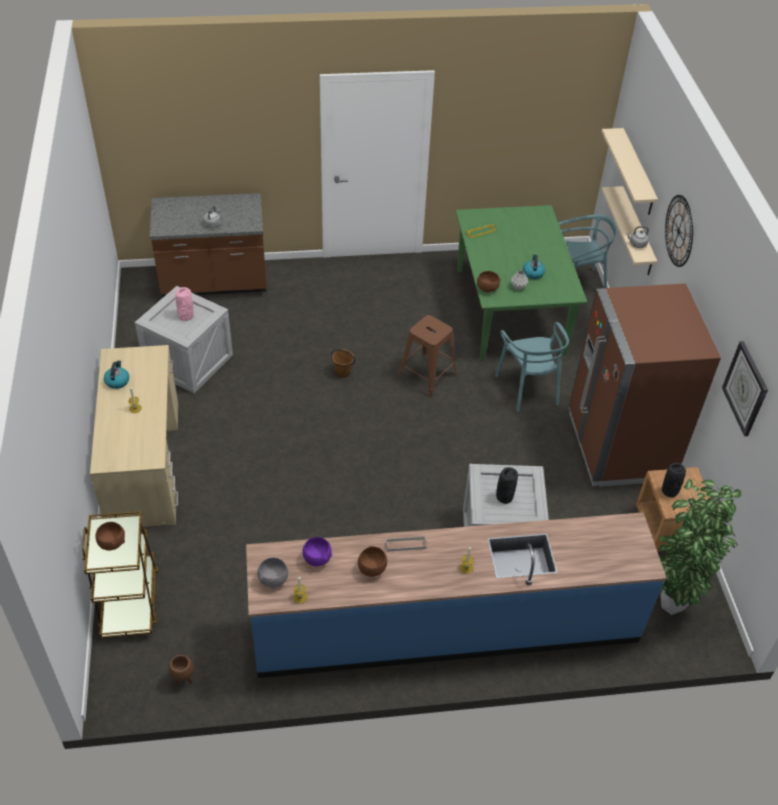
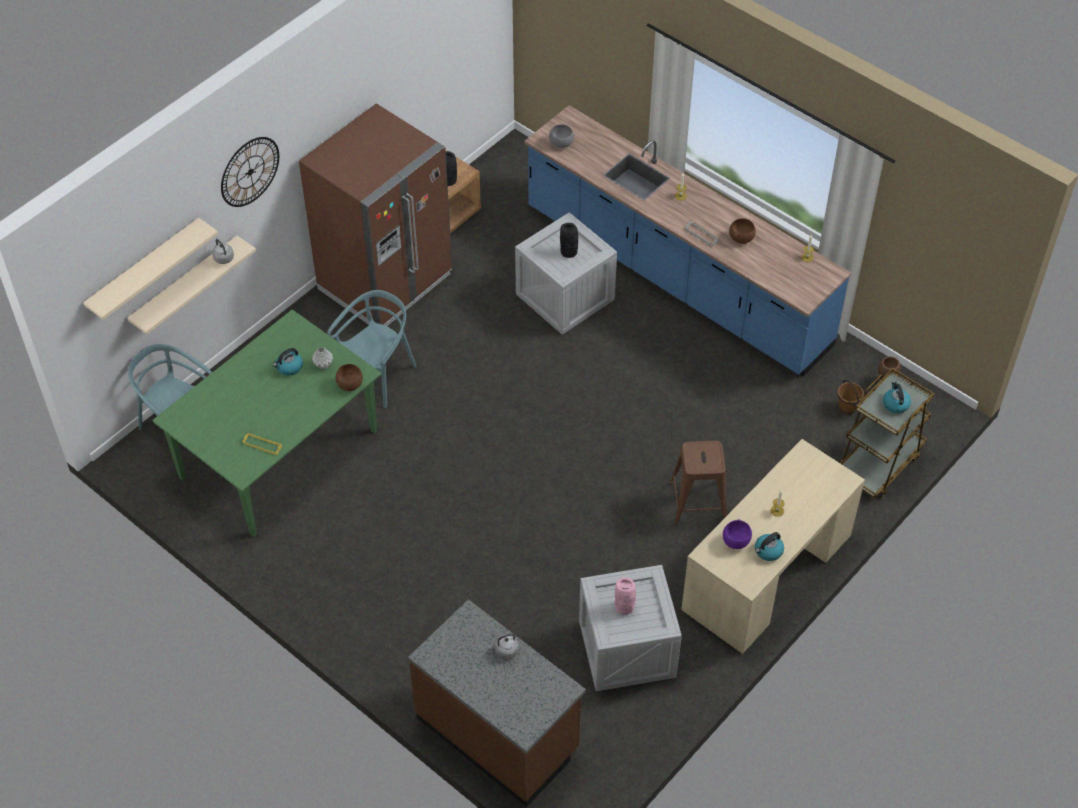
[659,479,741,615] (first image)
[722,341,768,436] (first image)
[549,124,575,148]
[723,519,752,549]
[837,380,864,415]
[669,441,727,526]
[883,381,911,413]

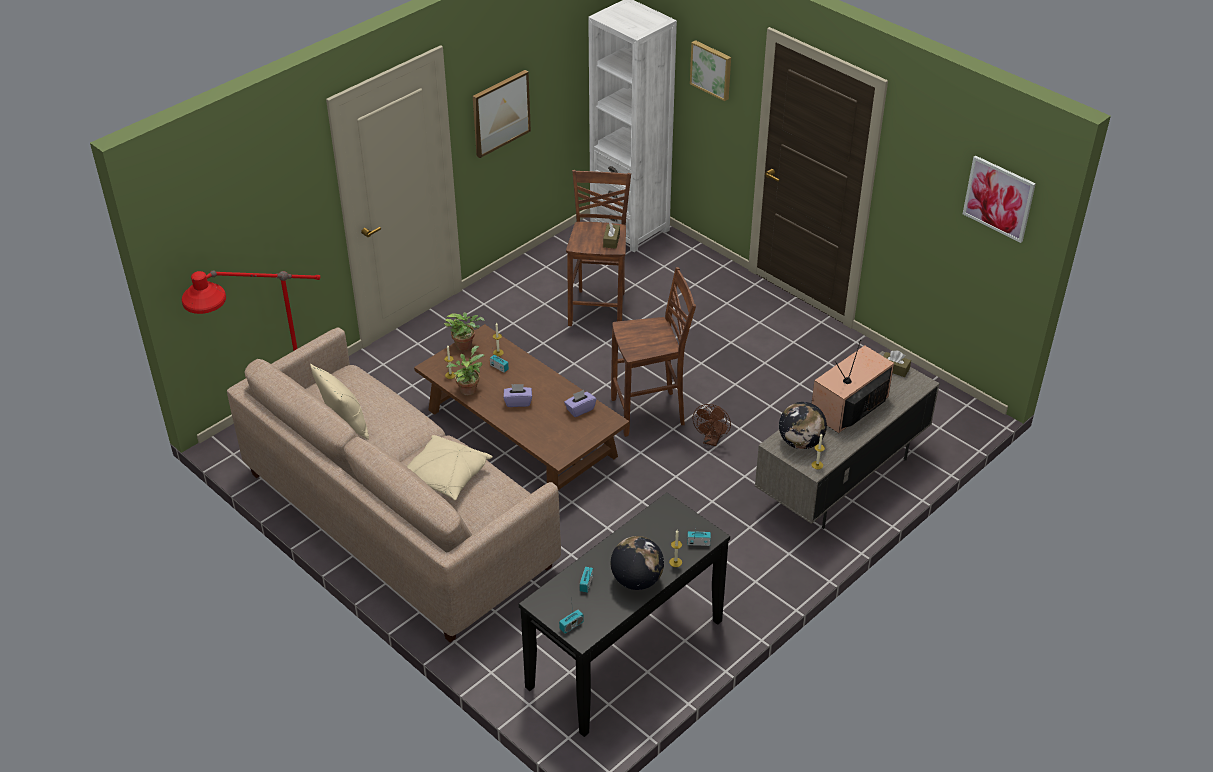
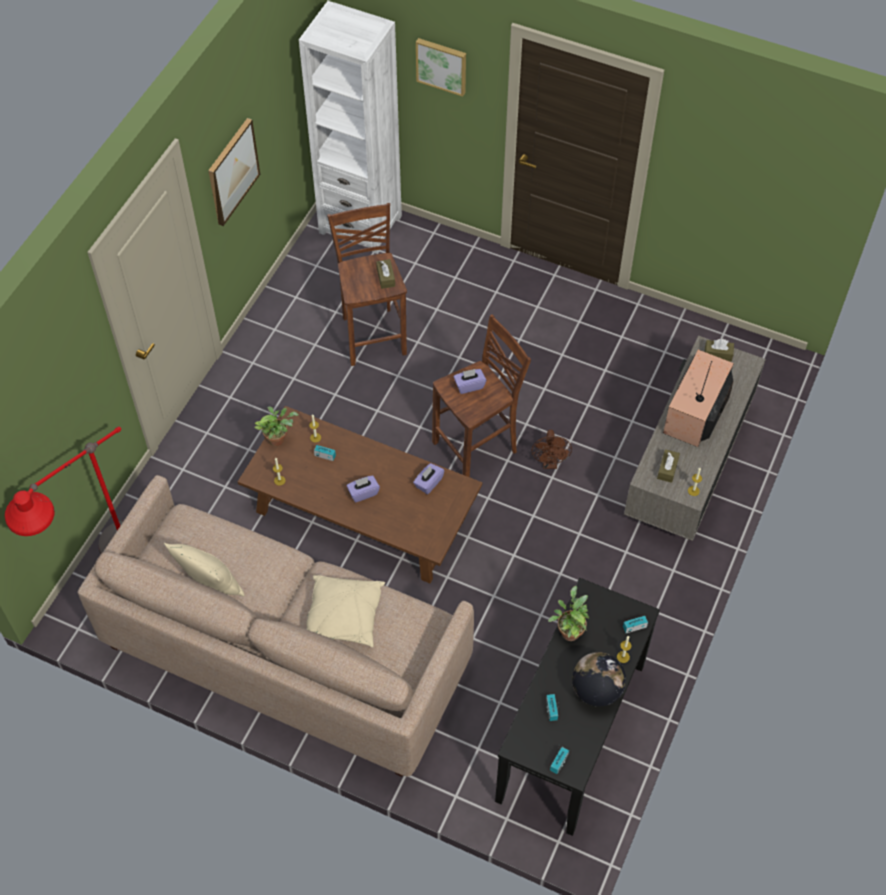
[963,155,1036,243] (first image)
[454,369,486,394]
[548,586,589,641]
[657,449,680,483]

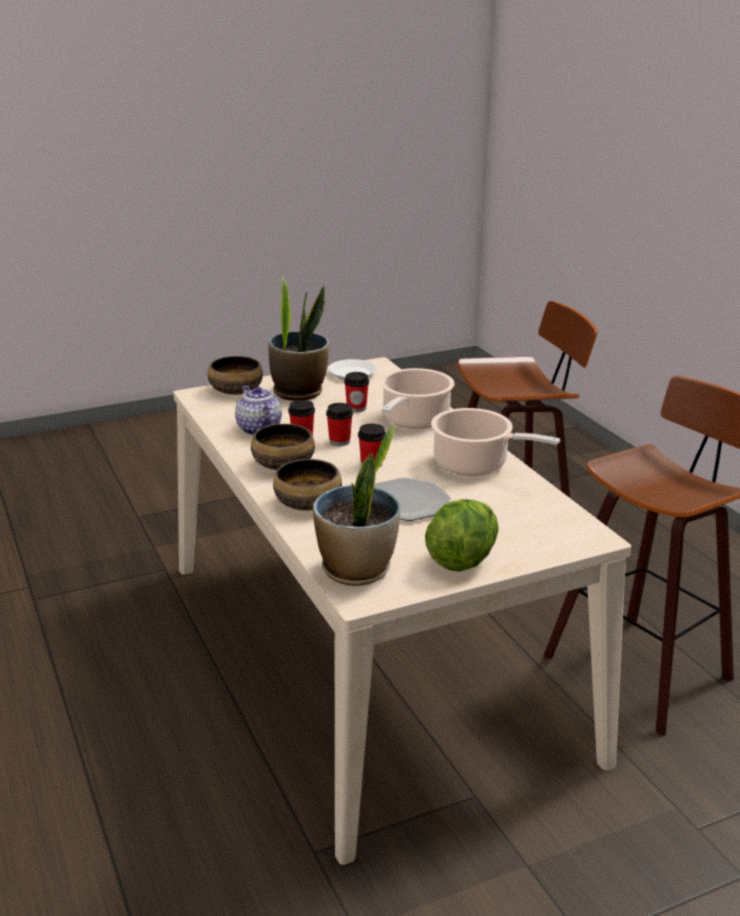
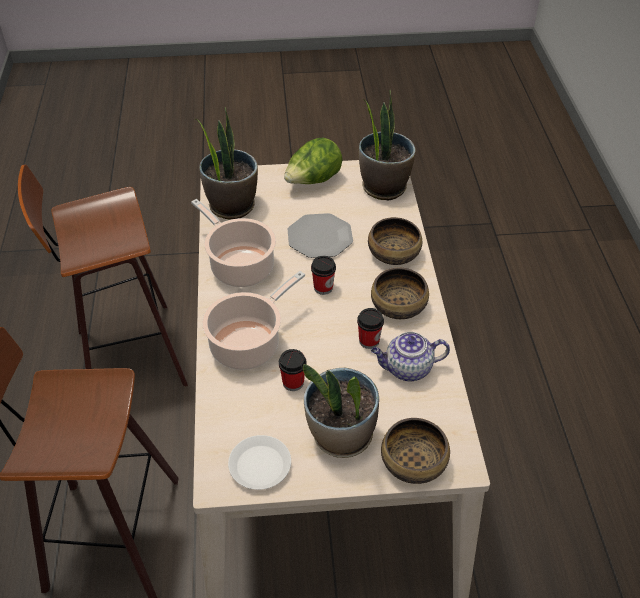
[326,403,353,446] (first image)
[196,107,258,219]
[371,332,450,382]

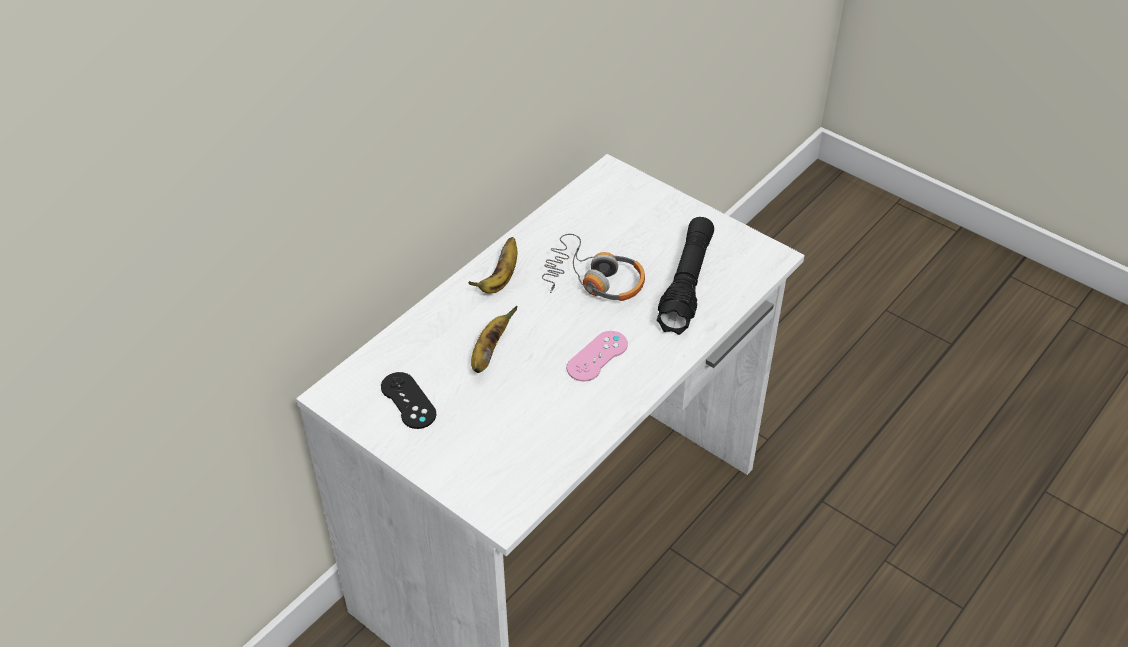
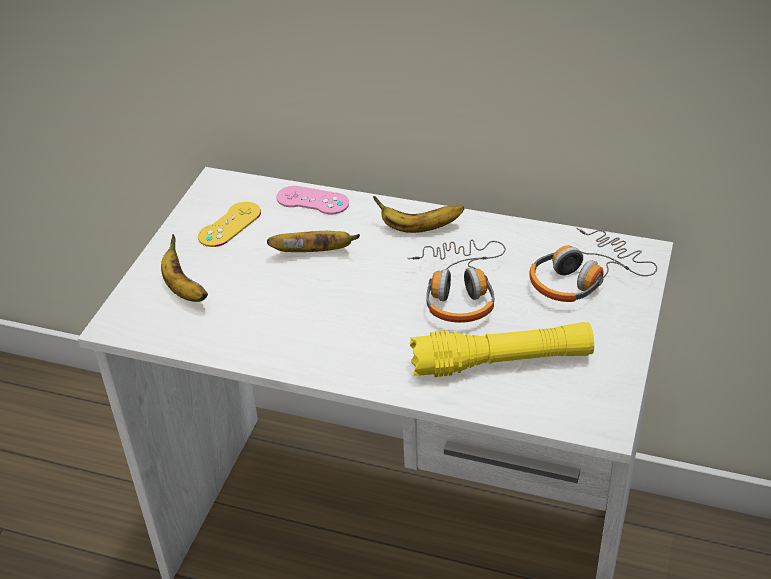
[161,234,208,302]
[529,228,657,302]
[276,186,349,215]
[198,202,261,247]
[410,322,594,377]

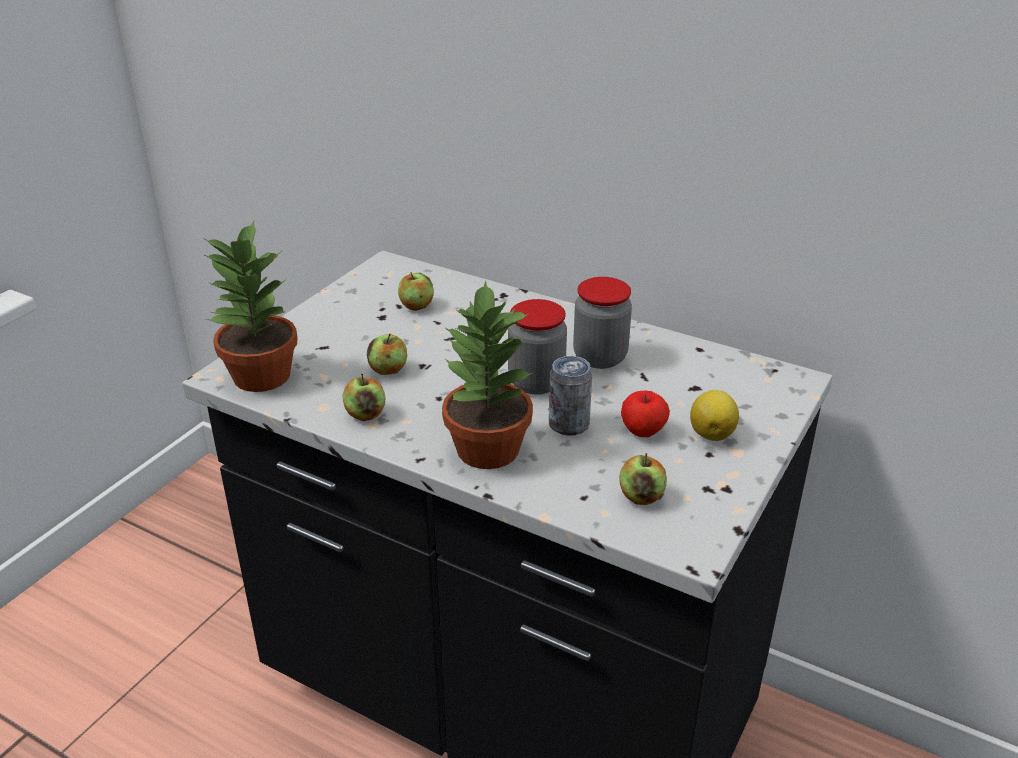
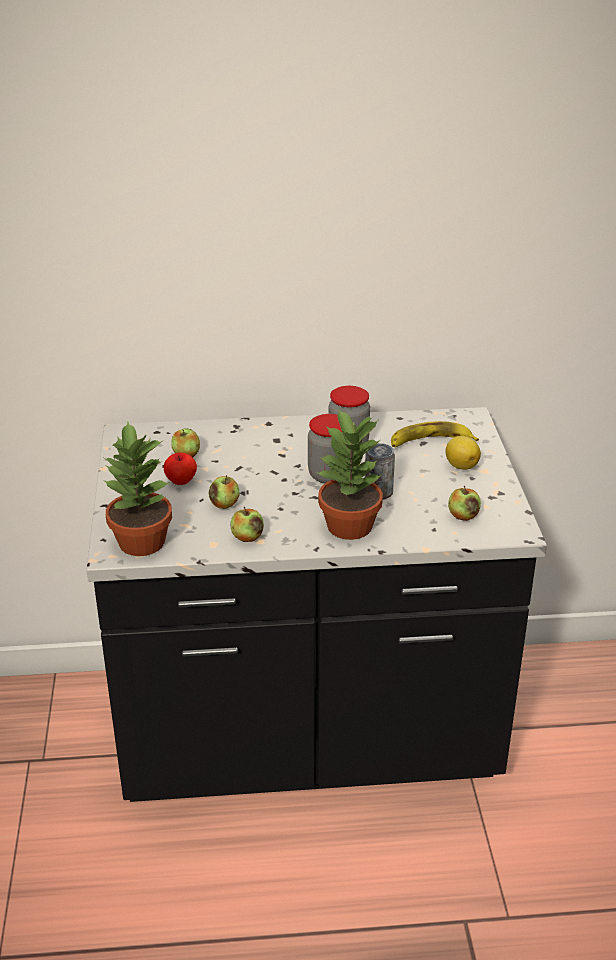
[391,421,479,447]
[164,453,197,485]

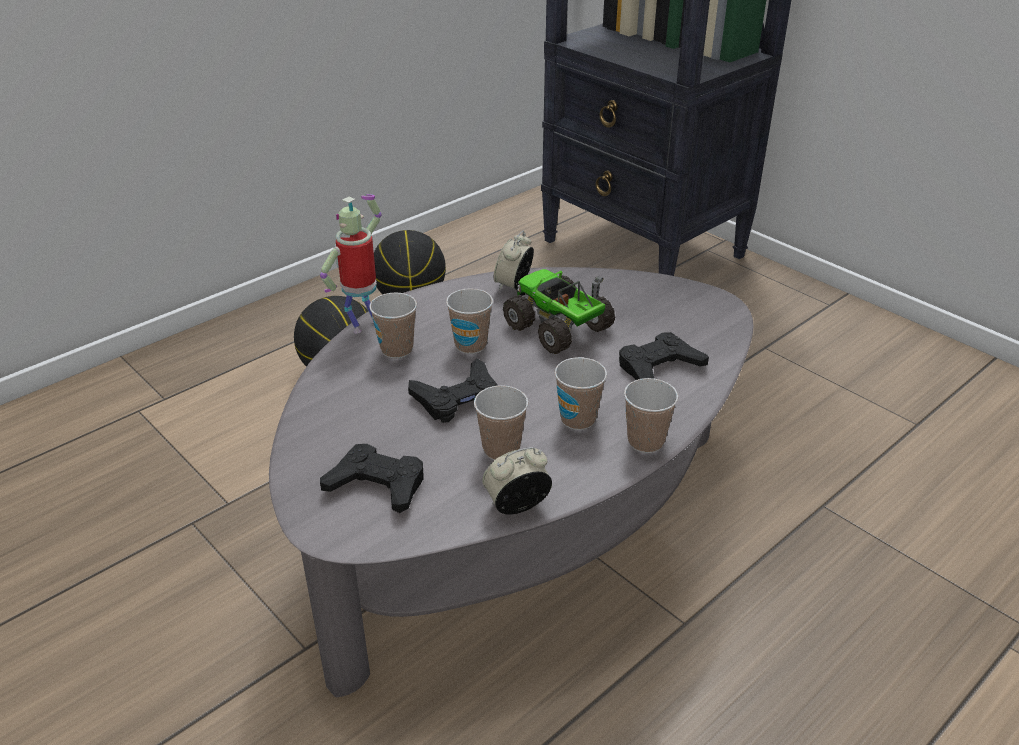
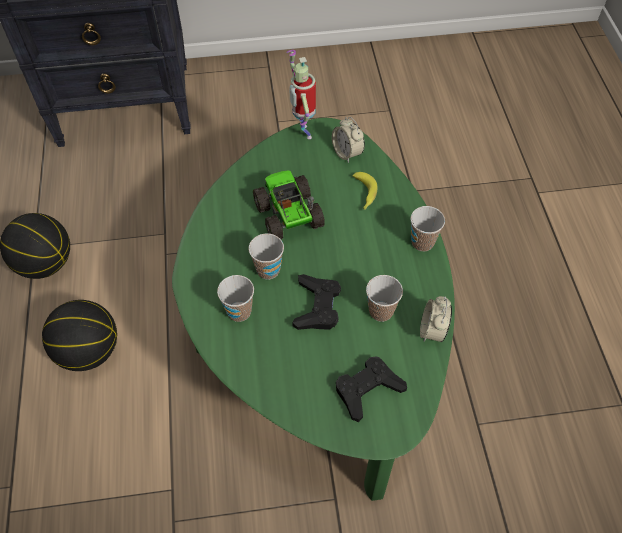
[555,357,607,430] (first image)
[286,50,316,139]
[332,117,365,163]
[352,172,377,210]
[172,118,455,501]
[253,171,325,239]

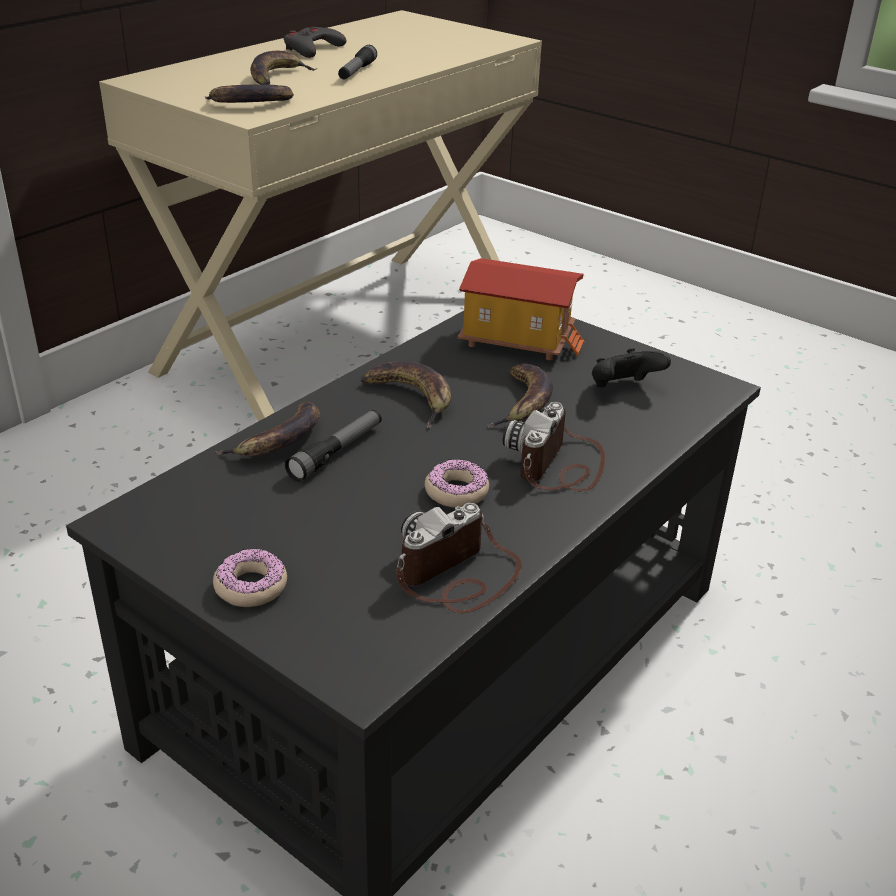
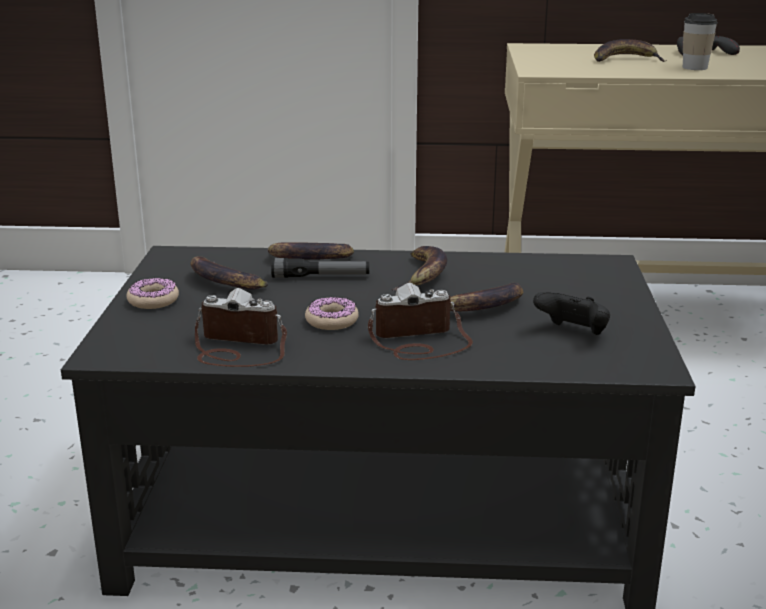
[458,258,585,360] (first image)
[190,256,268,289]
[683,13,718,70]

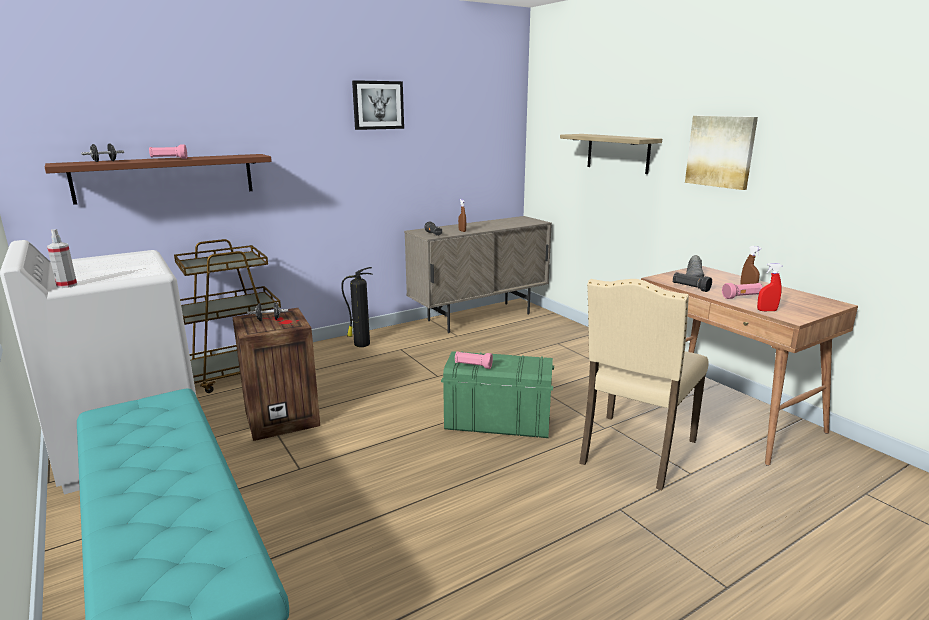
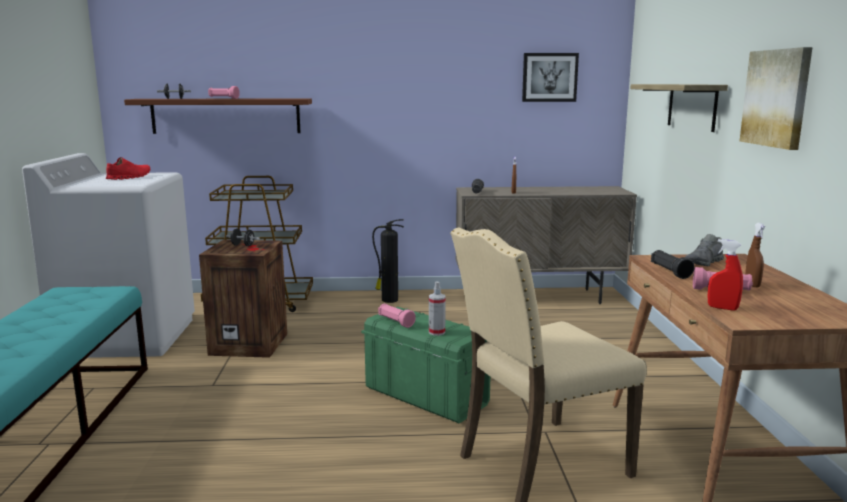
[106,157,150,180]
[429,282,446,336]
[522,53,579,102]

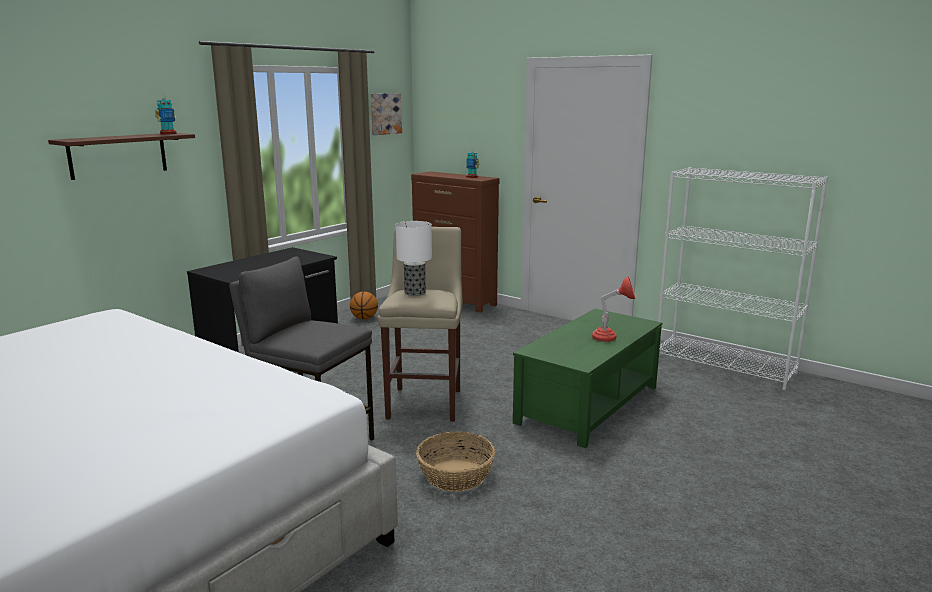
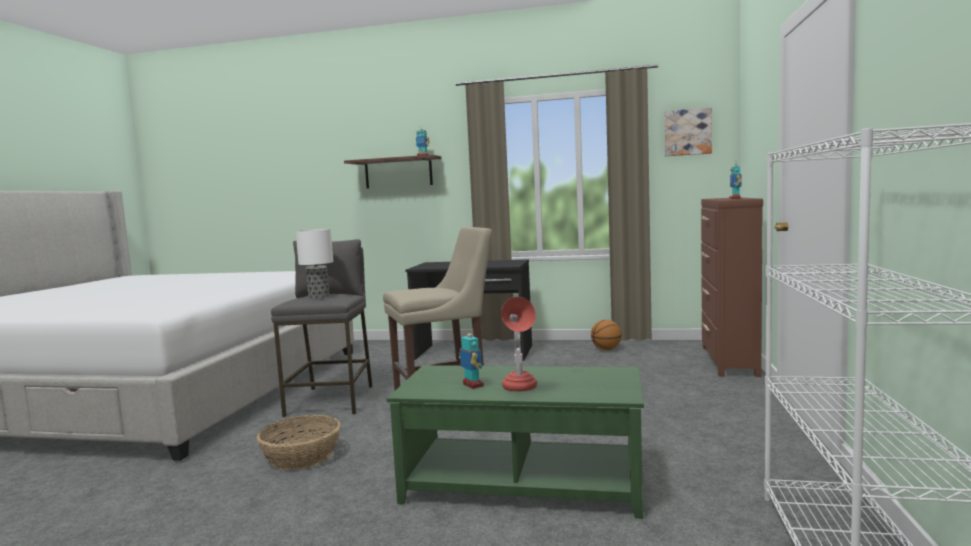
[459,330,484,389]
[296,229,333,299]

